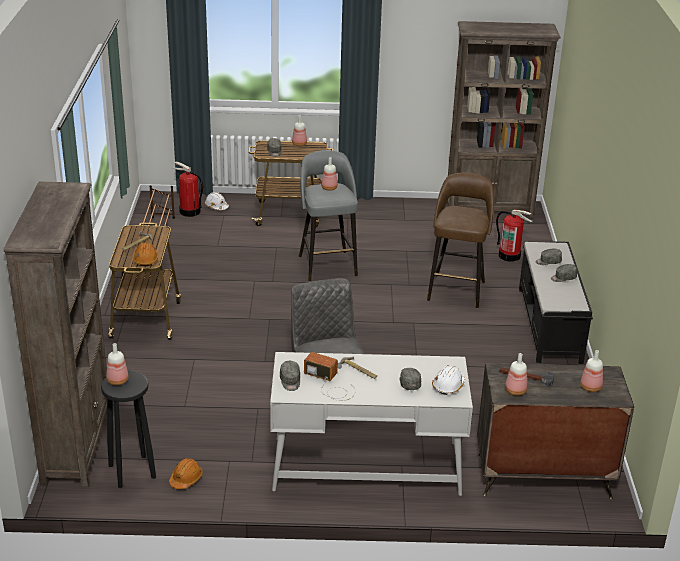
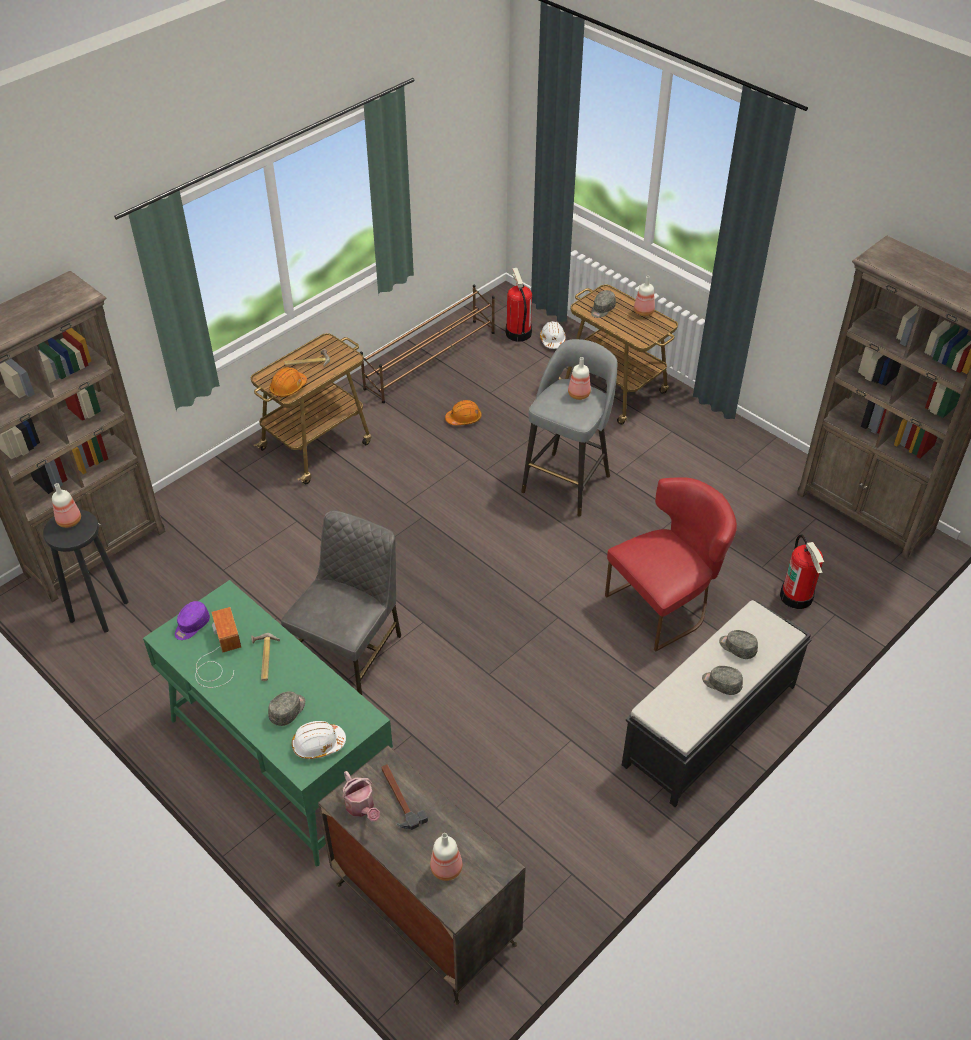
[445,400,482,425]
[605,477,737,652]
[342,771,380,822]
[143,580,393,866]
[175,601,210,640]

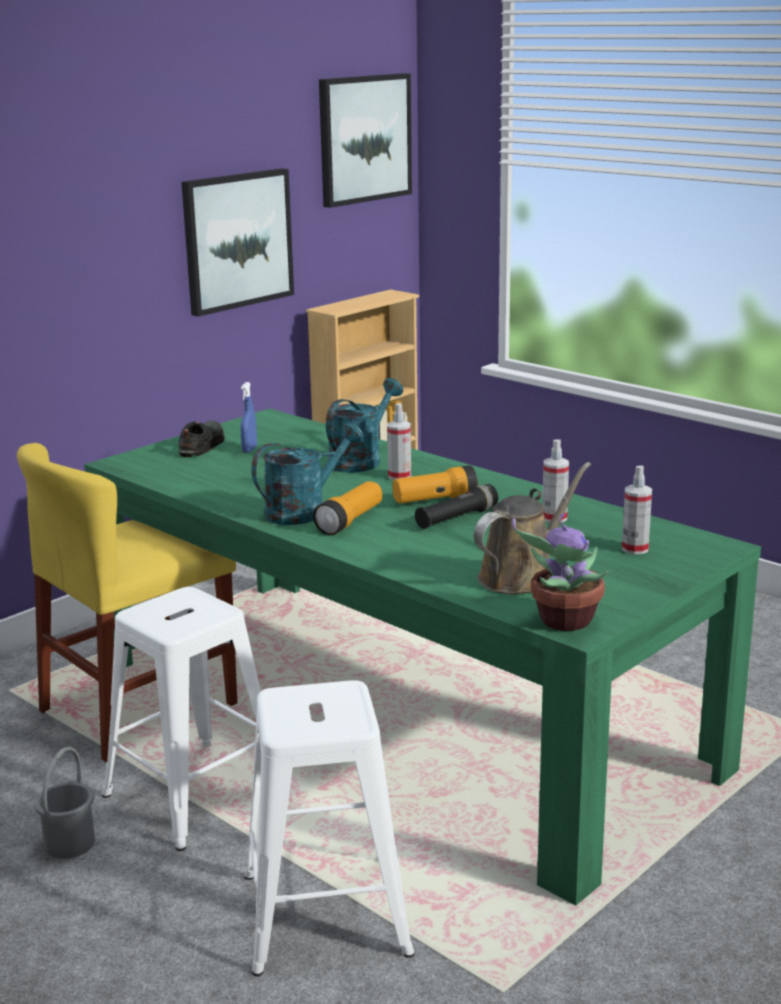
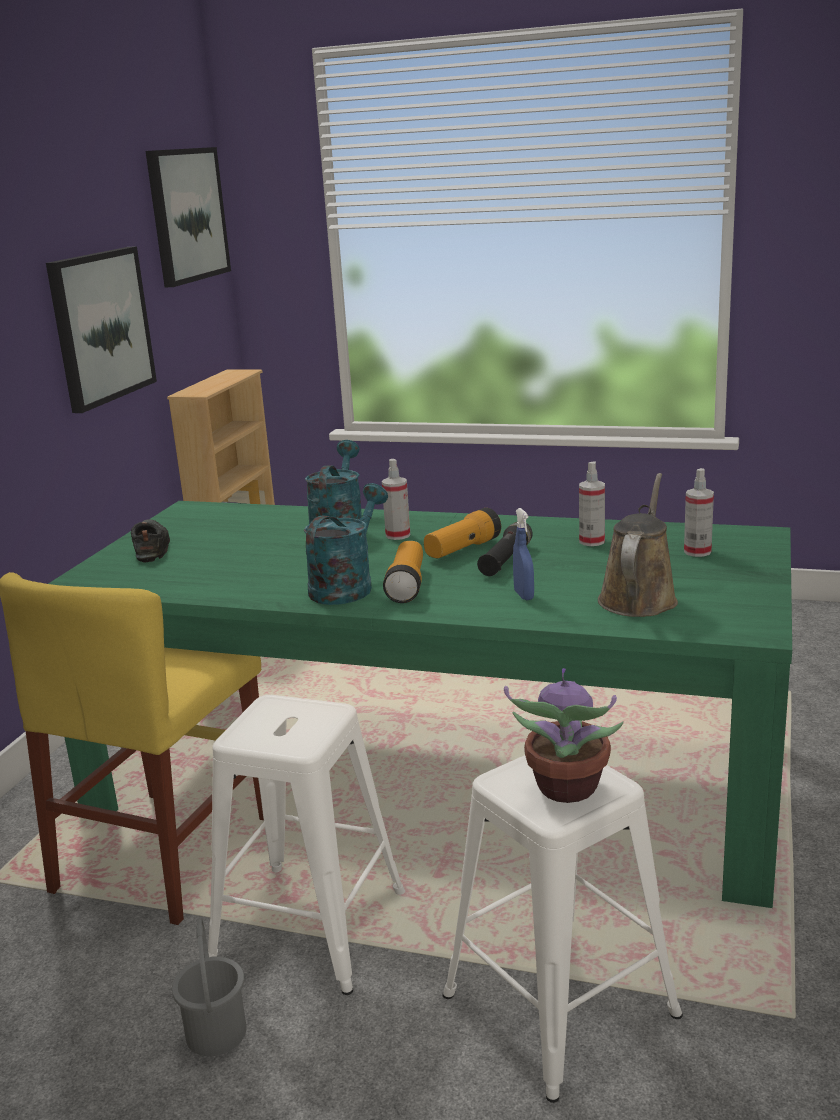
[513,508,534,600]
[504,668,624,803]

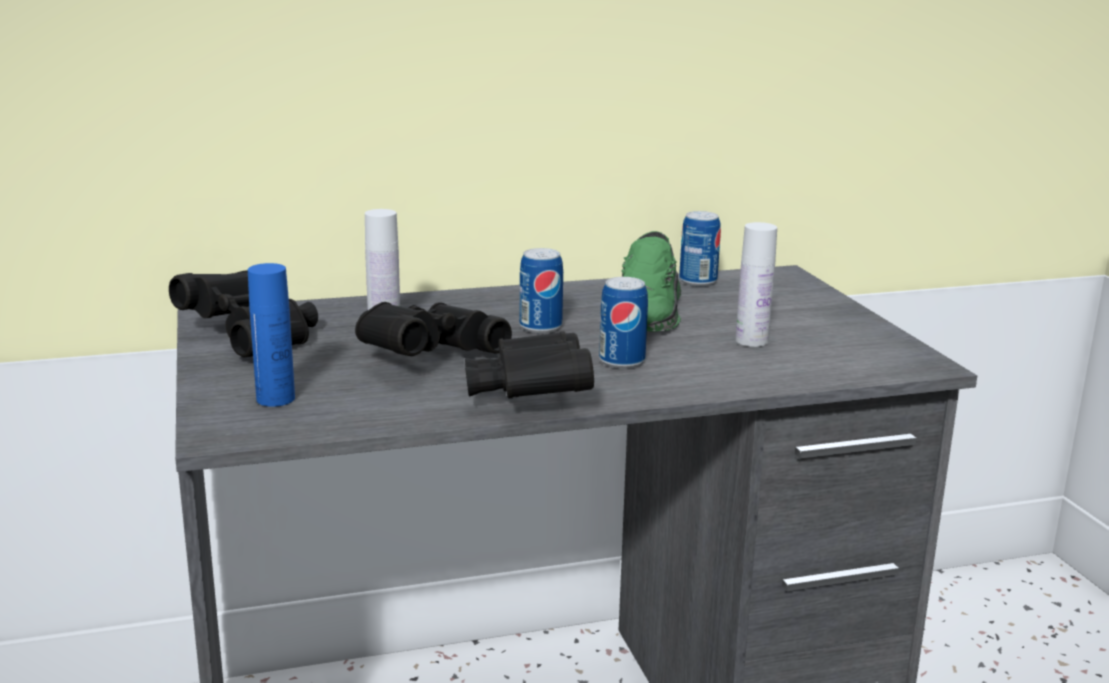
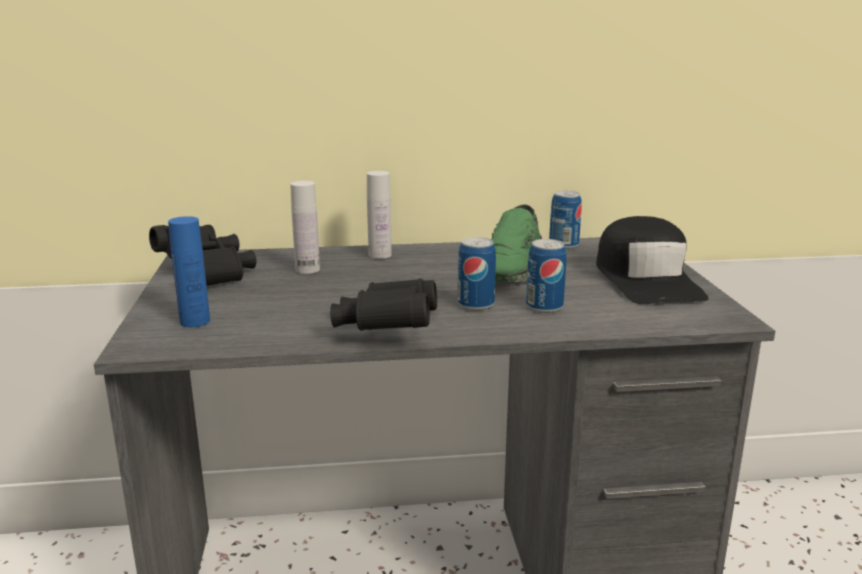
[355,302,512,356] (first image)
[596,216,709,304]
[526,239,566,313]
[367,171,392,259]

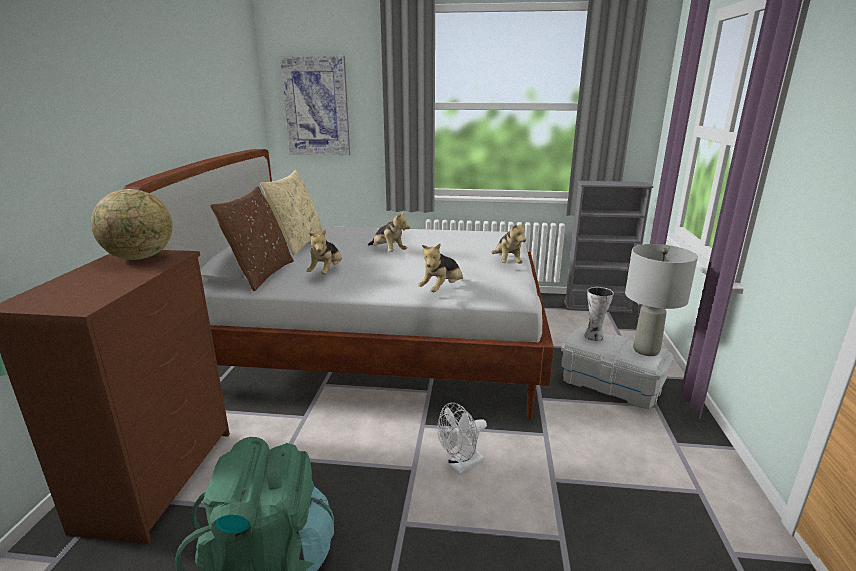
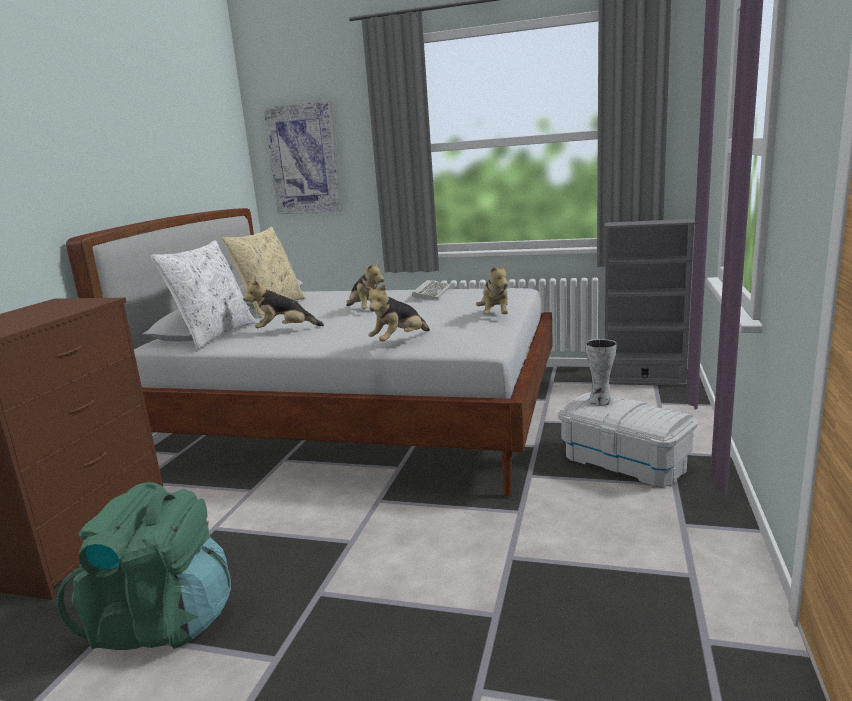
[91,189,173,260] (first image)
[437,403,487,474] (first image)
[625,244,698,356] (first image)
[412,280,452,299]
[151,240,256,349]
[243,279,324,328]

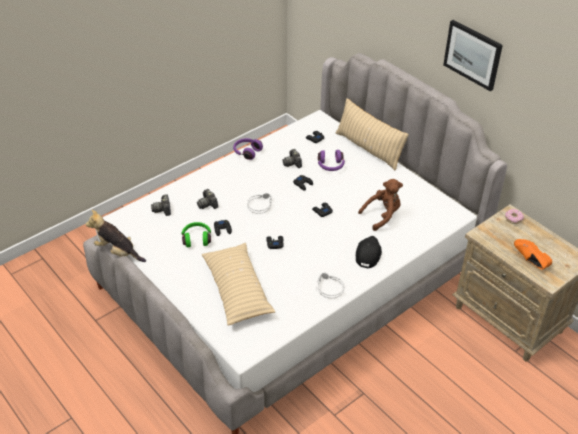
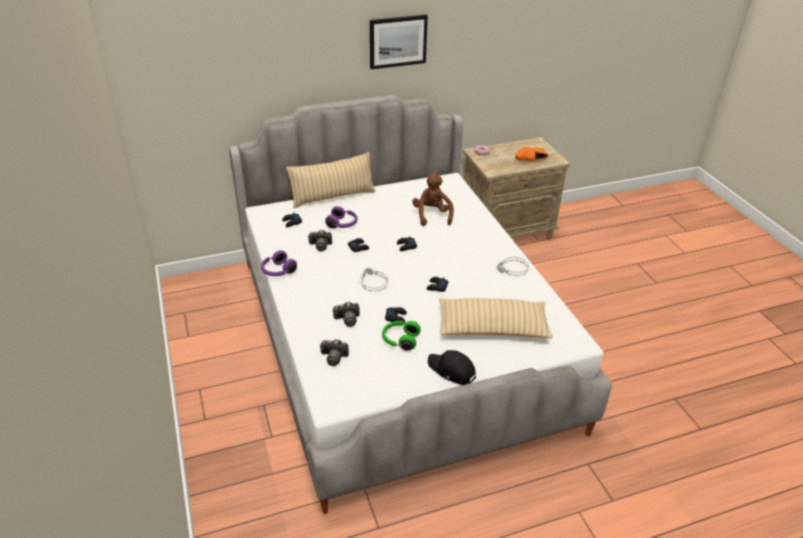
[86,210,146,262] (first image)
[428,350,476,385]

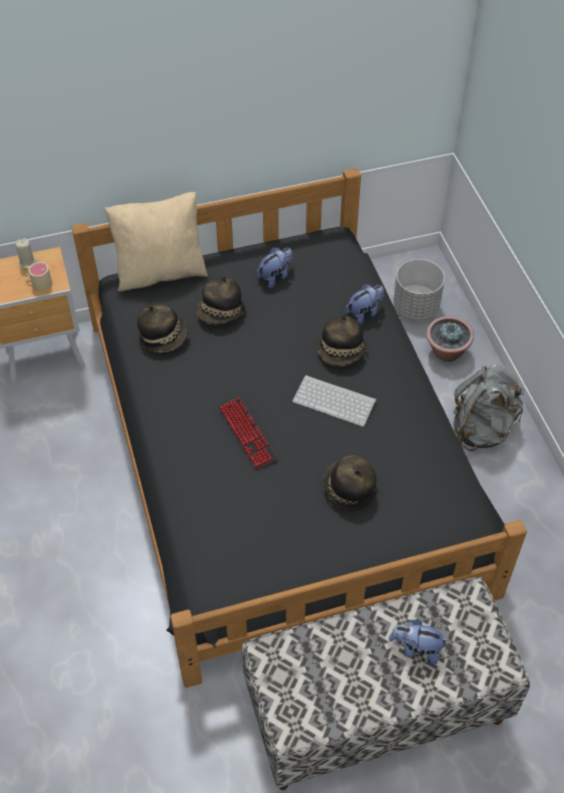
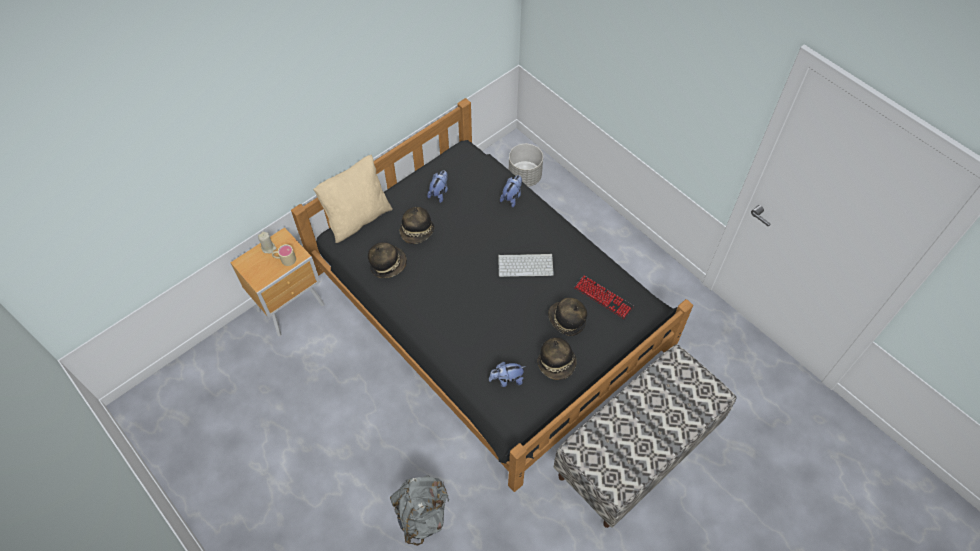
[426,316,474,362] (first image)
[574,275,634,319]
[537,337,577,380]
[489,362,525,387]
[390,476,449,546]

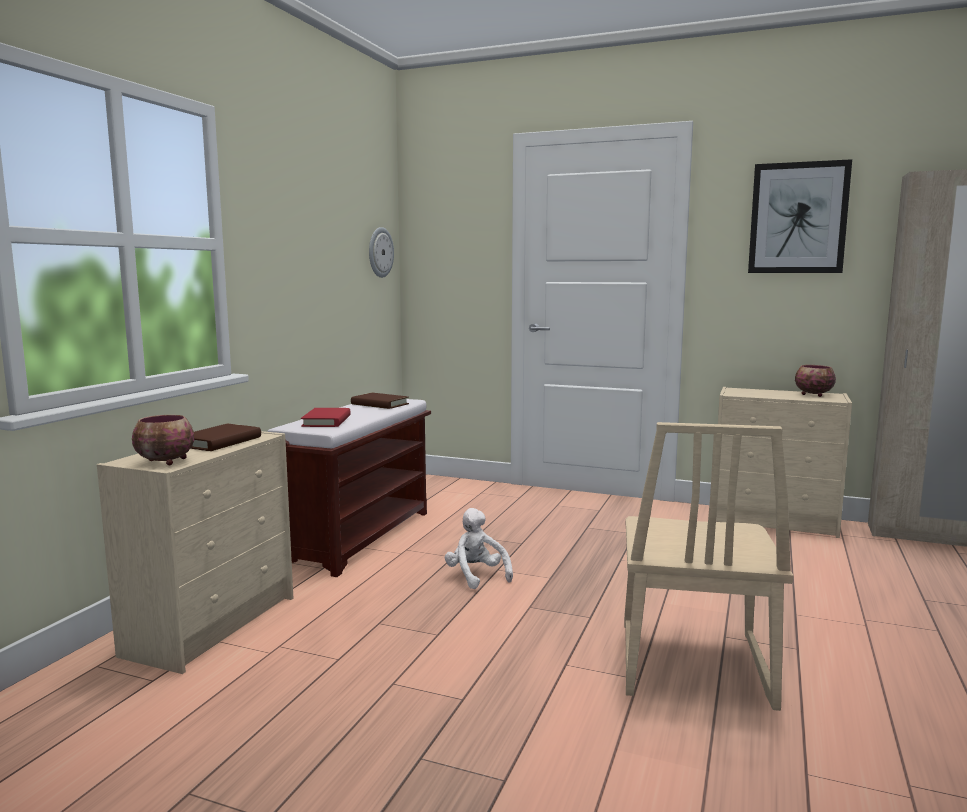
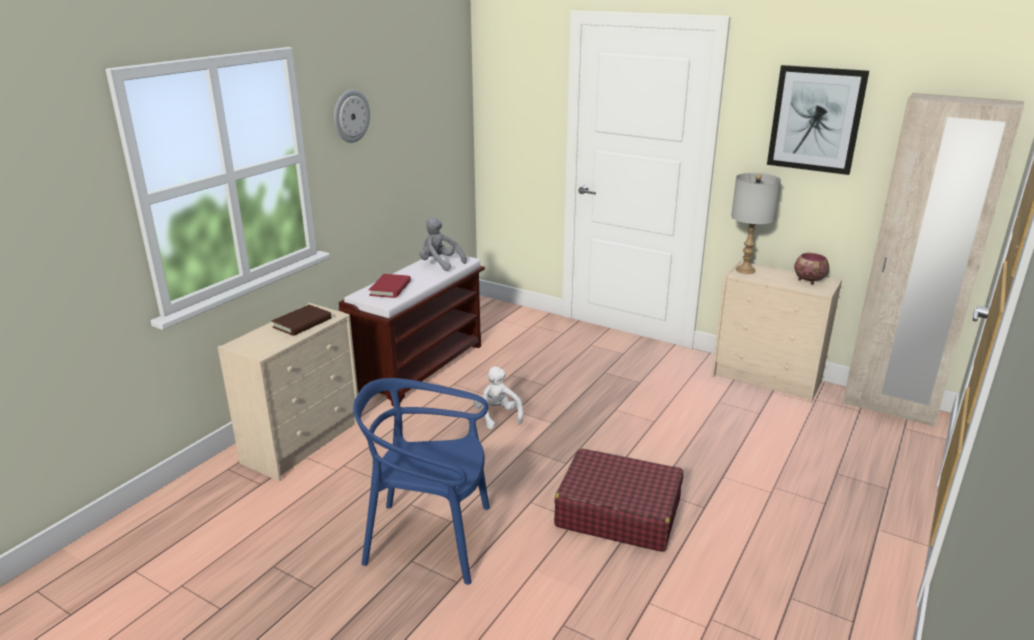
[132,415,194,465] (first image)
[353,378,490,585]
[731,173,781,274]
[334,89,370,143]
[420,218,467,271]
[554,448,683,552]

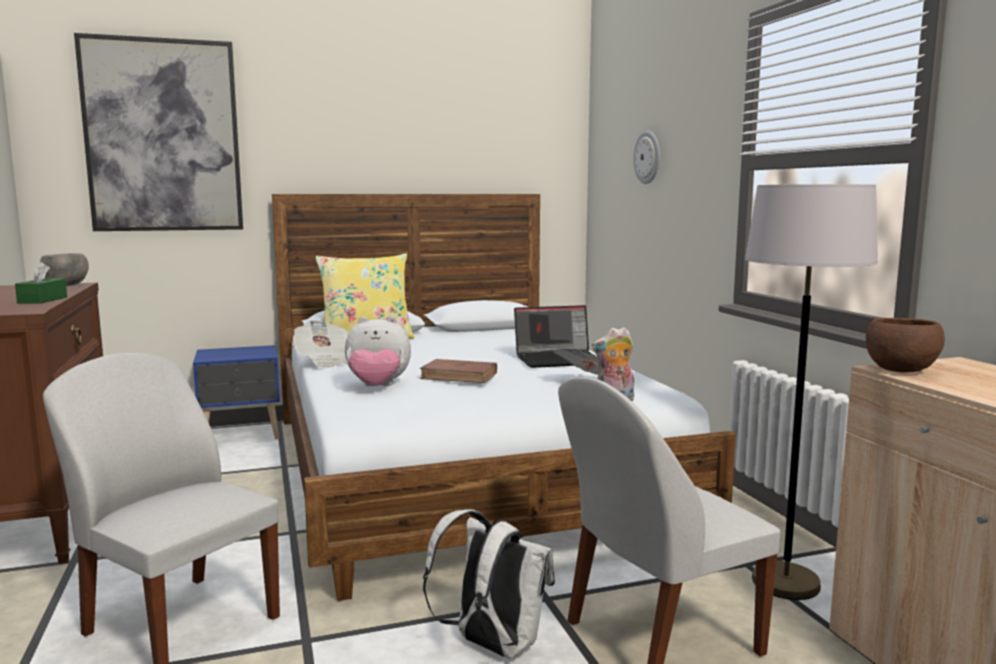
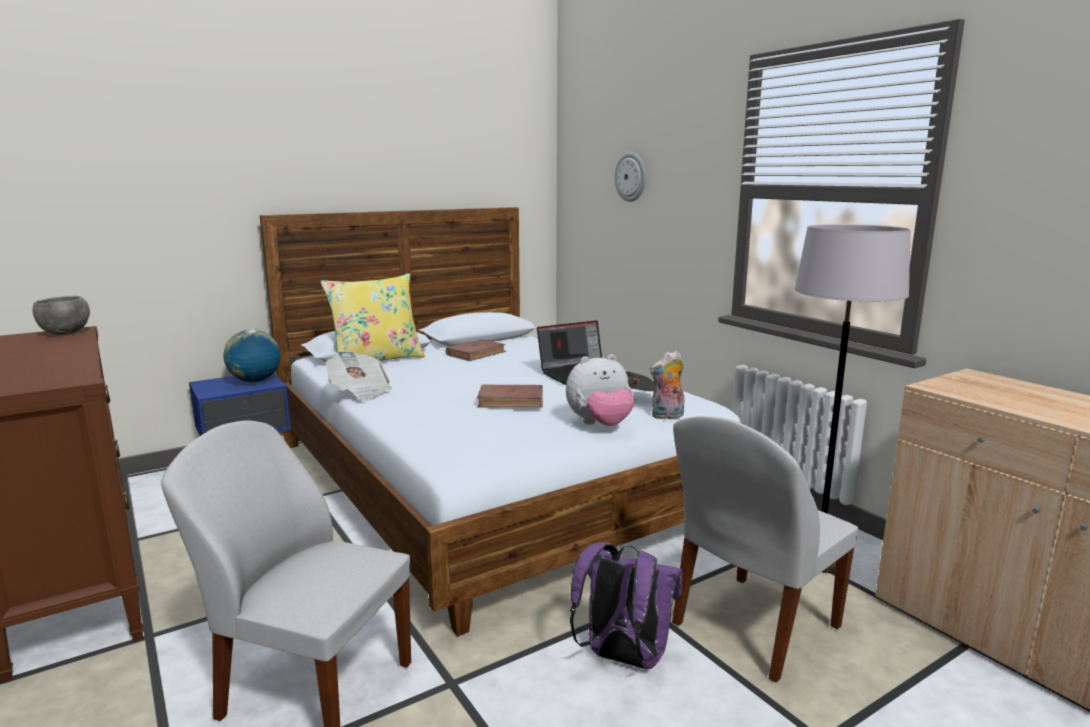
[15,262,67,304] (first image)
[74,33,243,231] (first image)
[866,318,945,372] (first image)
[224,329,280,382]
[446,339,506,361]
[566,354,635,426]
[570,542,682,669]

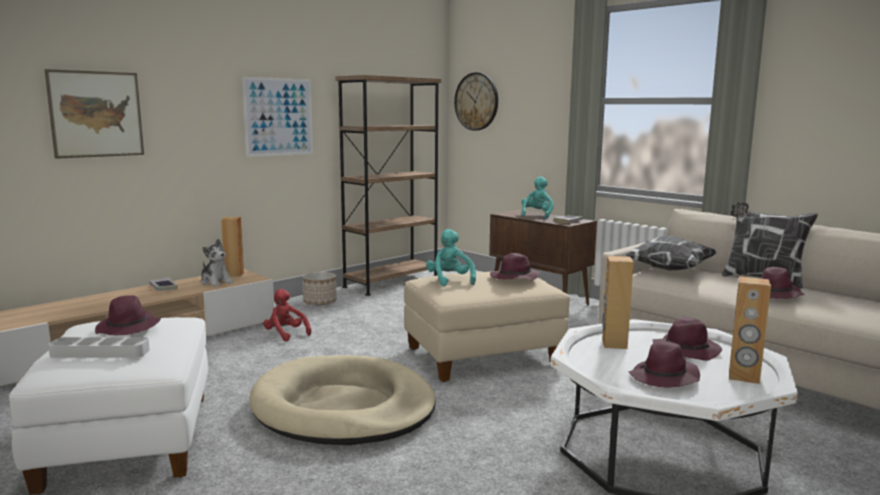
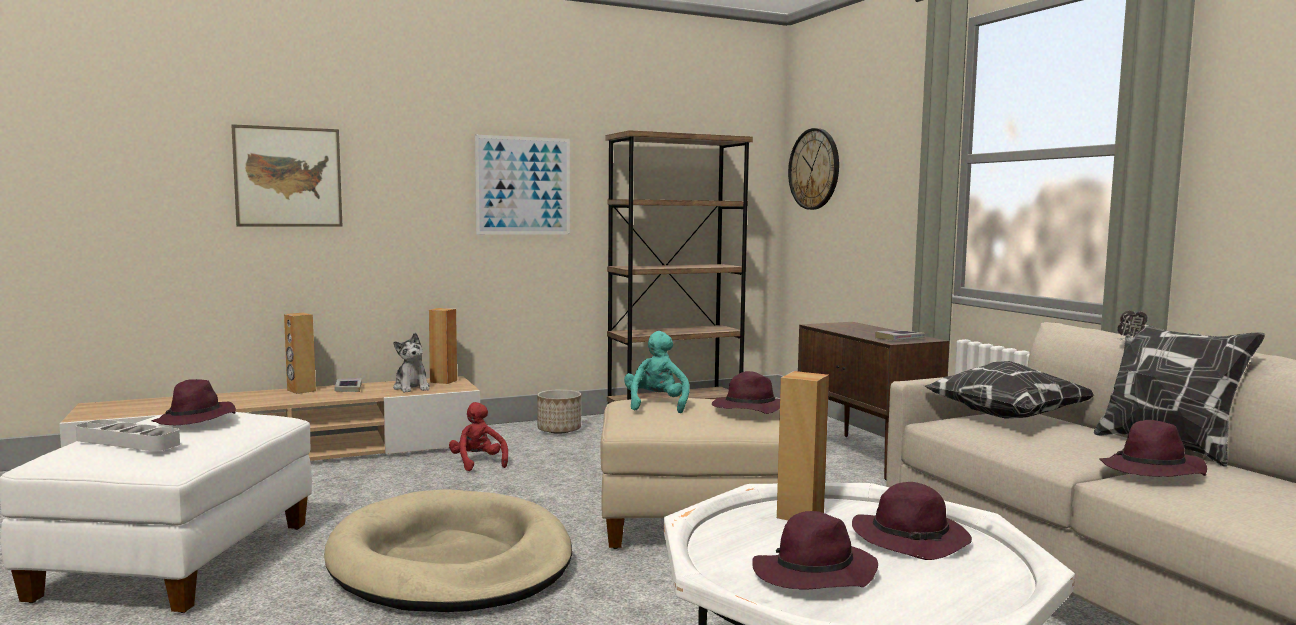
[521,176,554,219] (first image)
[284,313,316,394]

